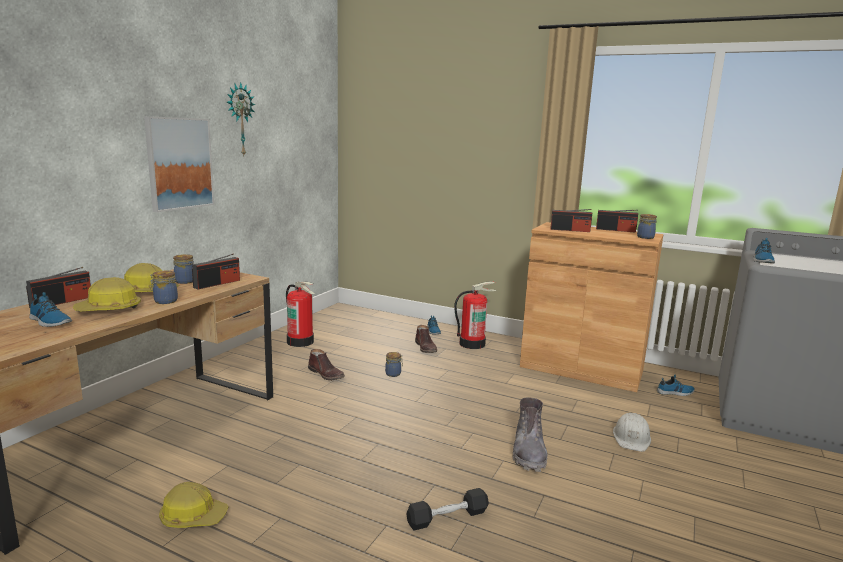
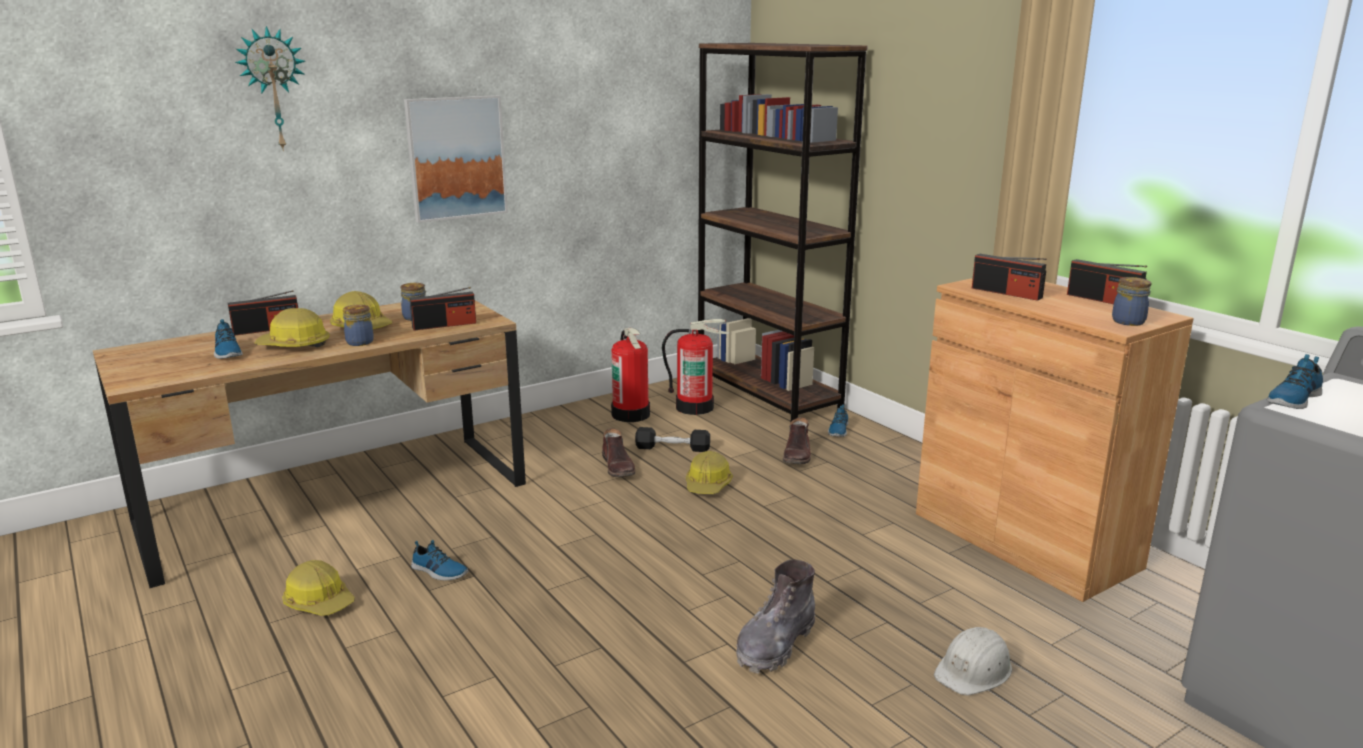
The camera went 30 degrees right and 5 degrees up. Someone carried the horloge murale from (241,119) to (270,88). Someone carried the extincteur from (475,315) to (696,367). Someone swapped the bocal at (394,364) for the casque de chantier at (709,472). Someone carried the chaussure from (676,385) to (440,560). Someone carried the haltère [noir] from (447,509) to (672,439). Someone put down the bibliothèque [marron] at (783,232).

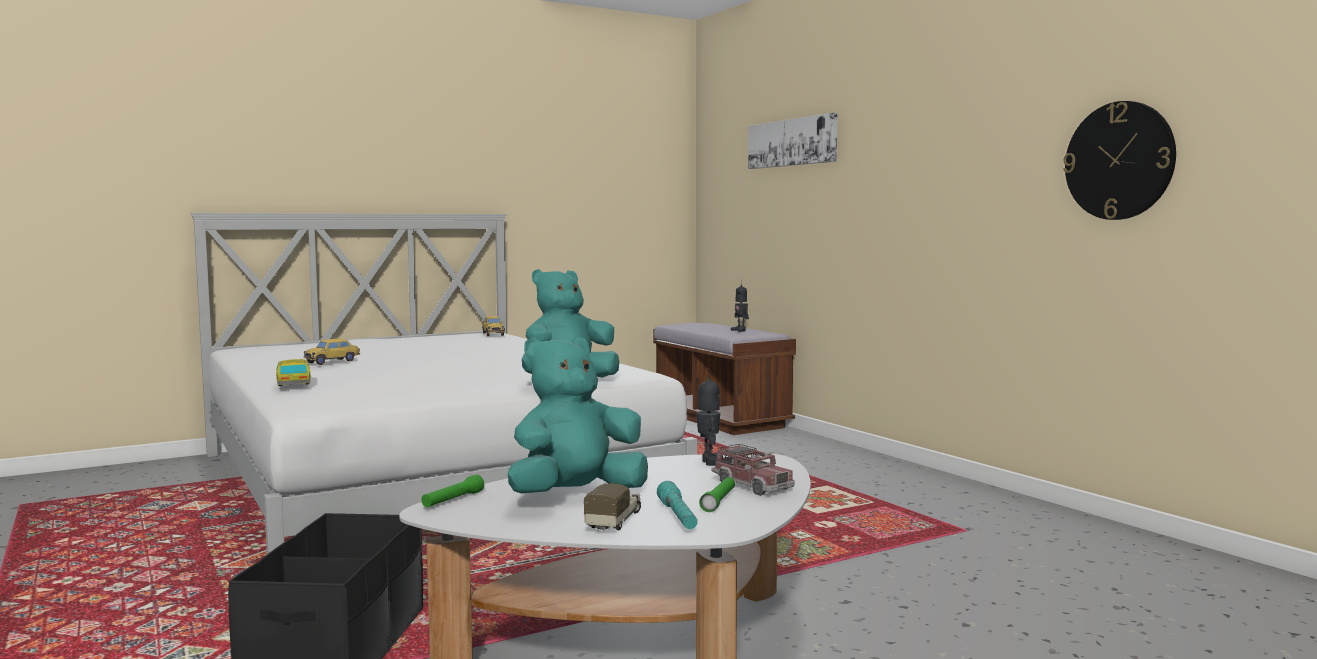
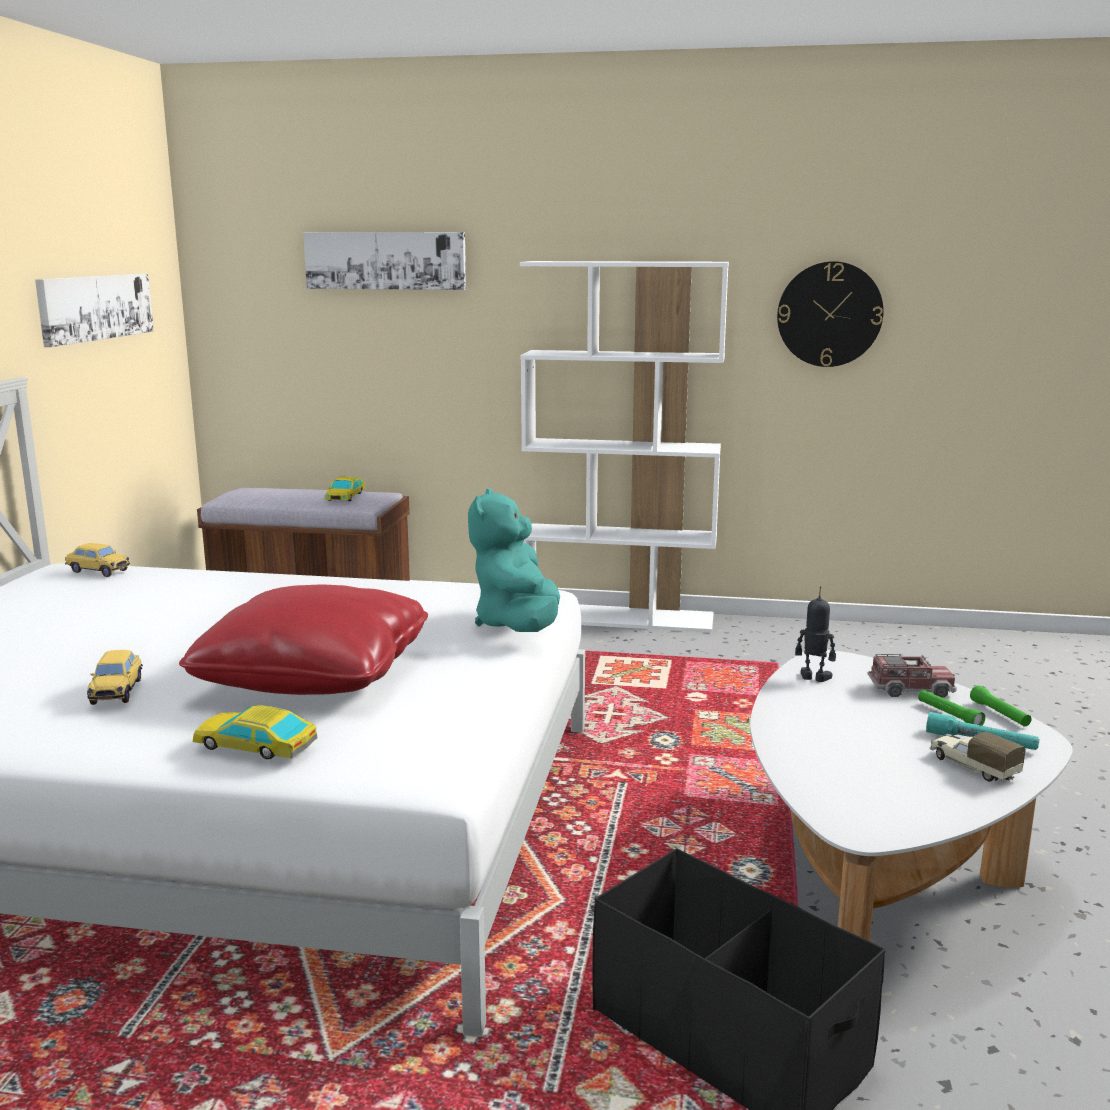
The camera went 50 degrees left and 10 degrees up. Someone swapped the robot jouet at (740,306) for the petite voiture at (345,488). Someone took away the peluche [turquoise] at (578,415). Someone carried the lampe de poche [vert] from (452,491) to (1001,706). Someone put down the bibliothèque [blanc] at (624,447). Someone put up the tableau at (94,310). Someone put down the coussin [rouge] at (303,640).

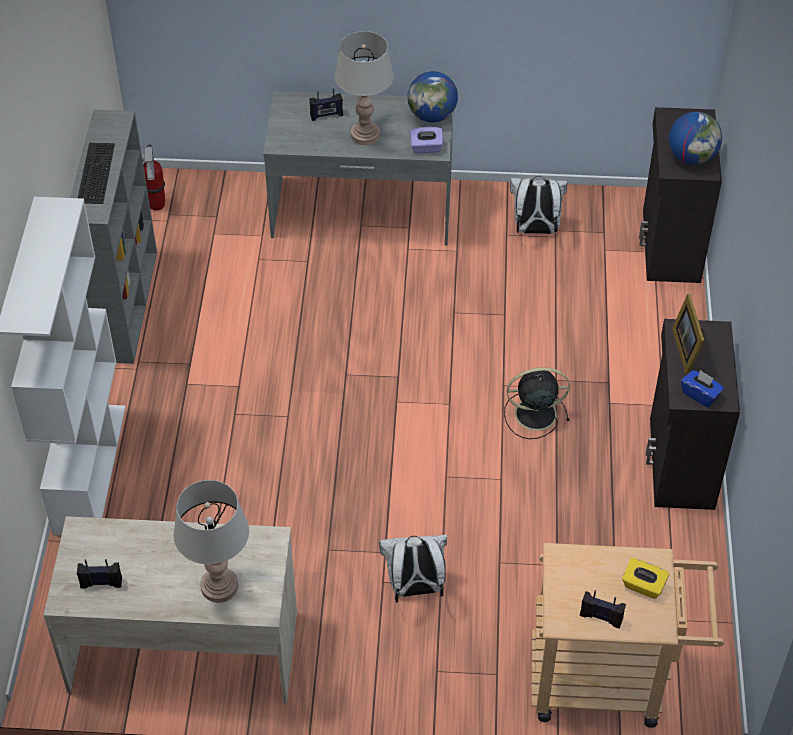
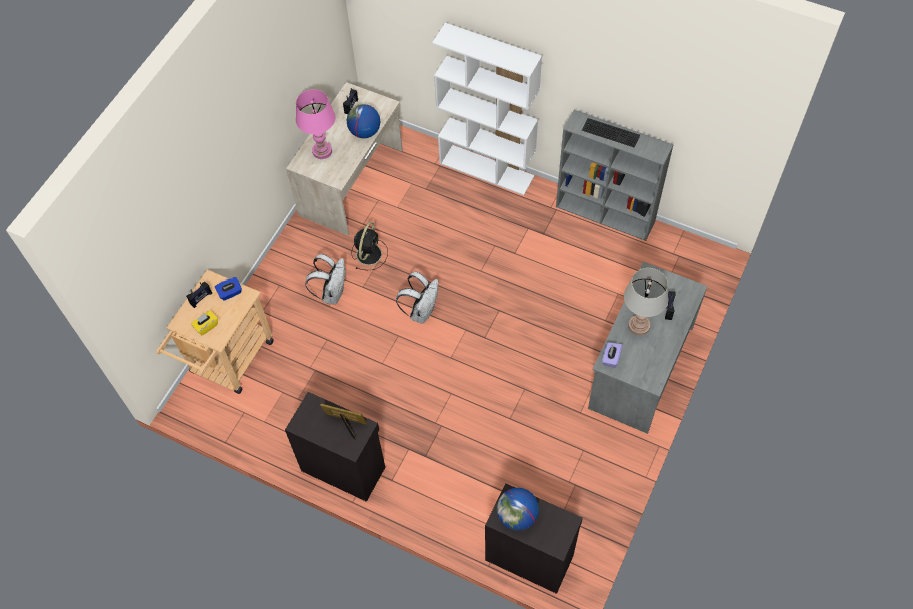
The camera went 115 degrees right and 10 degrees up. Someone carried the globe from (433,96) to (363,121). Someone took away the extincteur at (153,177). Someone carried the sac à dos [blanc] from (539,205) to (417,298). Someone carried the ventilateur [noir] from (537,403) to (369,246). Someone carried the boîte à mouchoirs [bleu] from (702,388) to (228,289). Someone repainted the lampe de table [gris] at (211,541), which became the lampe de table [rose] at (315,124).

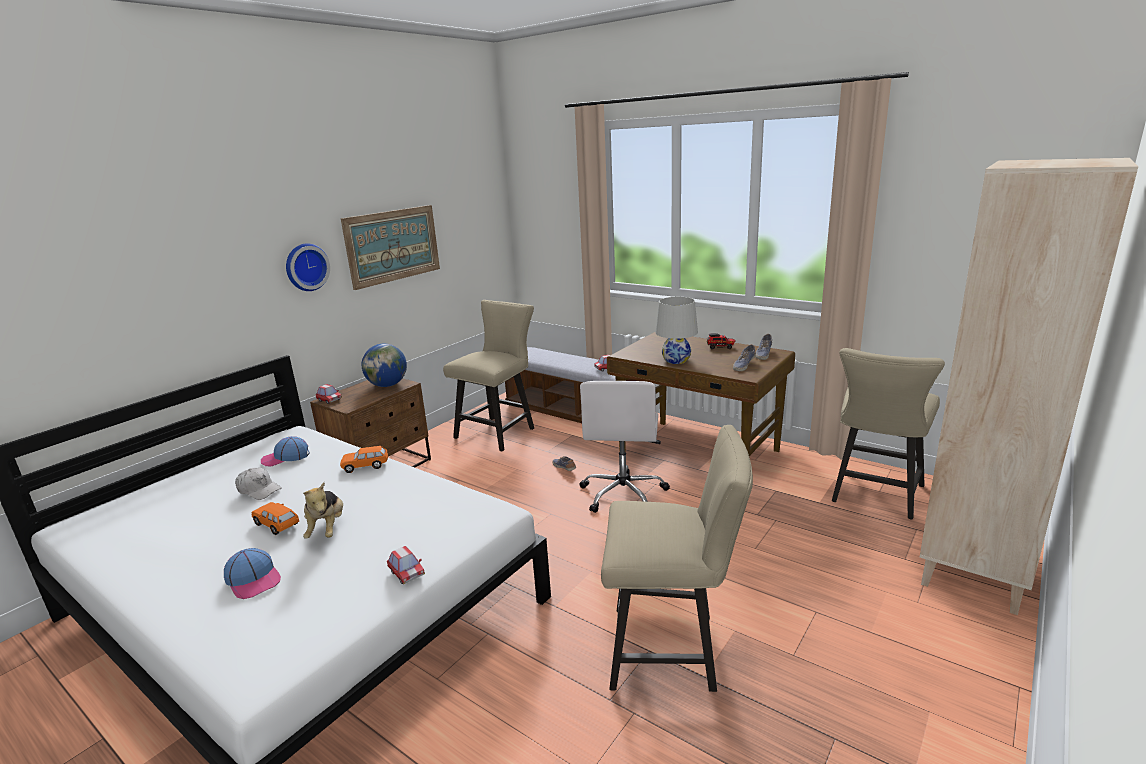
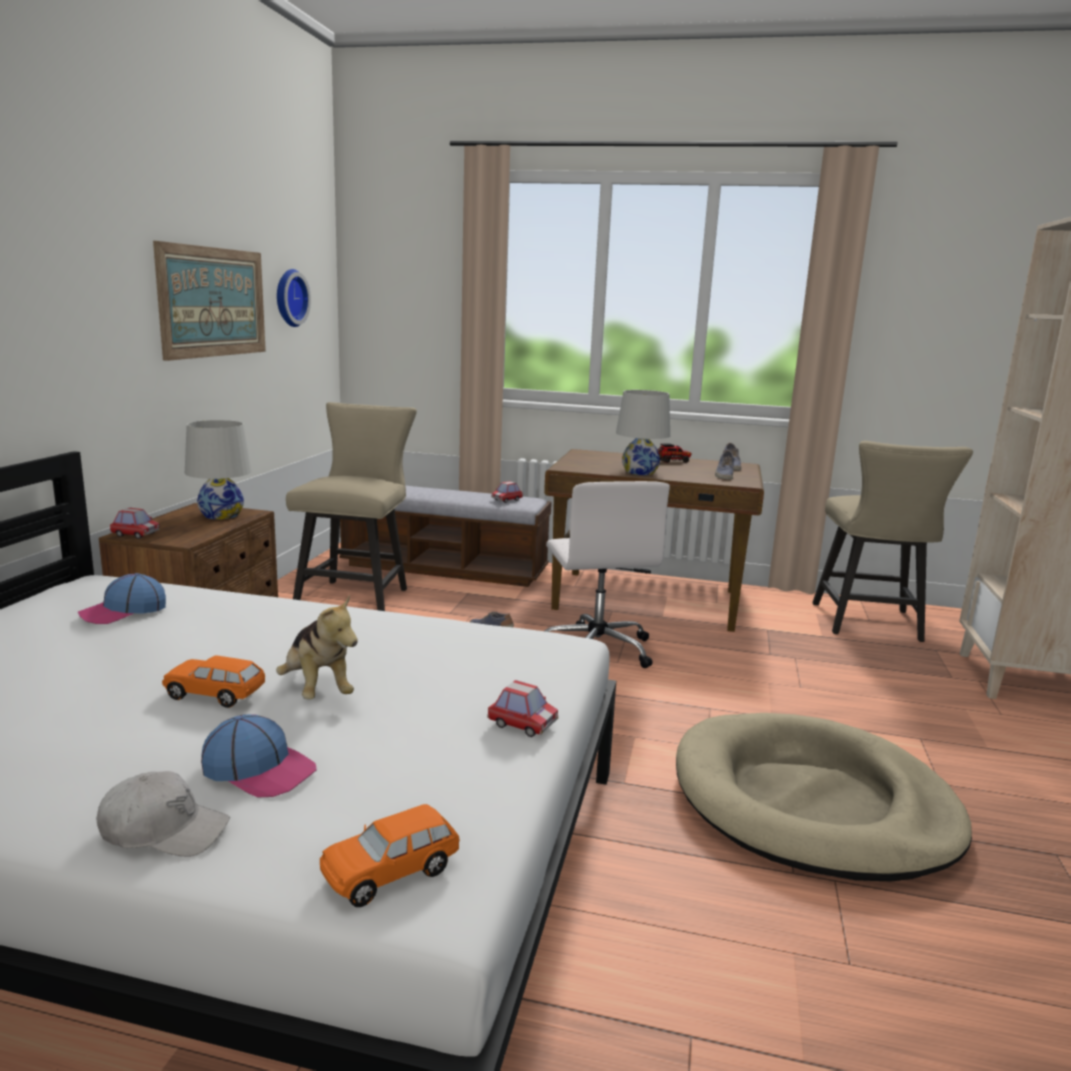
The camera went 25 degrees left and 5 degrees down. Someone carried the horloge murale from (308,267) to (294,298). Someone swapped the globe at (384,365) for the lampe de table [blanc] at (218,469). Someone swapped the chaise [beige] at (677,558) for the panier pour chien [beige] at (824,797). Someone carried the petite voiture [orange] from (364,459) to (390,855). Someone carried the casquette [blanc] from (258,483) to (163,814).

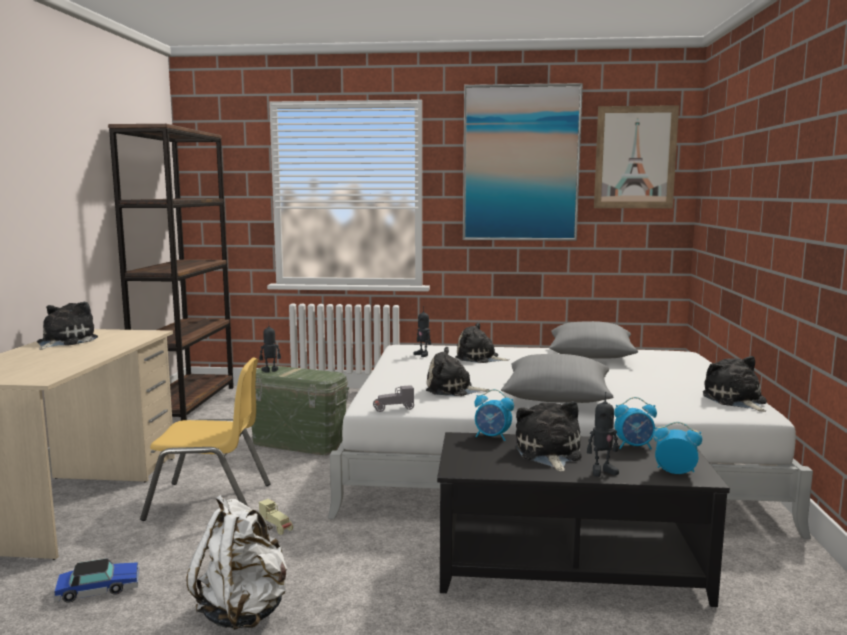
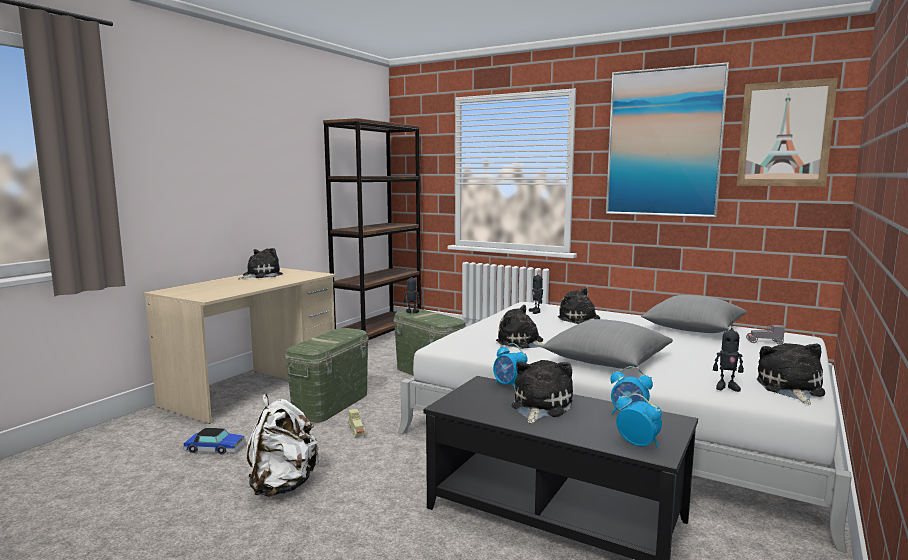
The camera went 25 degrees right and 0 degrees up. Someone swapped the chaise [jaune] at (205,439) for the boîte de rangement [vert] at (327,375). Someone carried the petite voiture [gris] from (393,398) to (765,334). Someone carried the robot jouet from (603,434) to (728,356).

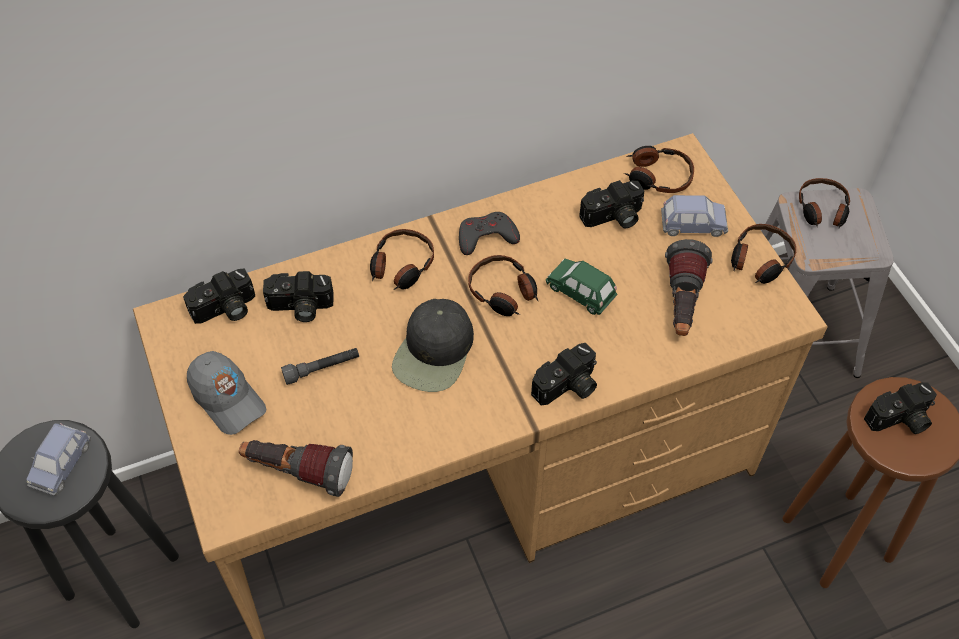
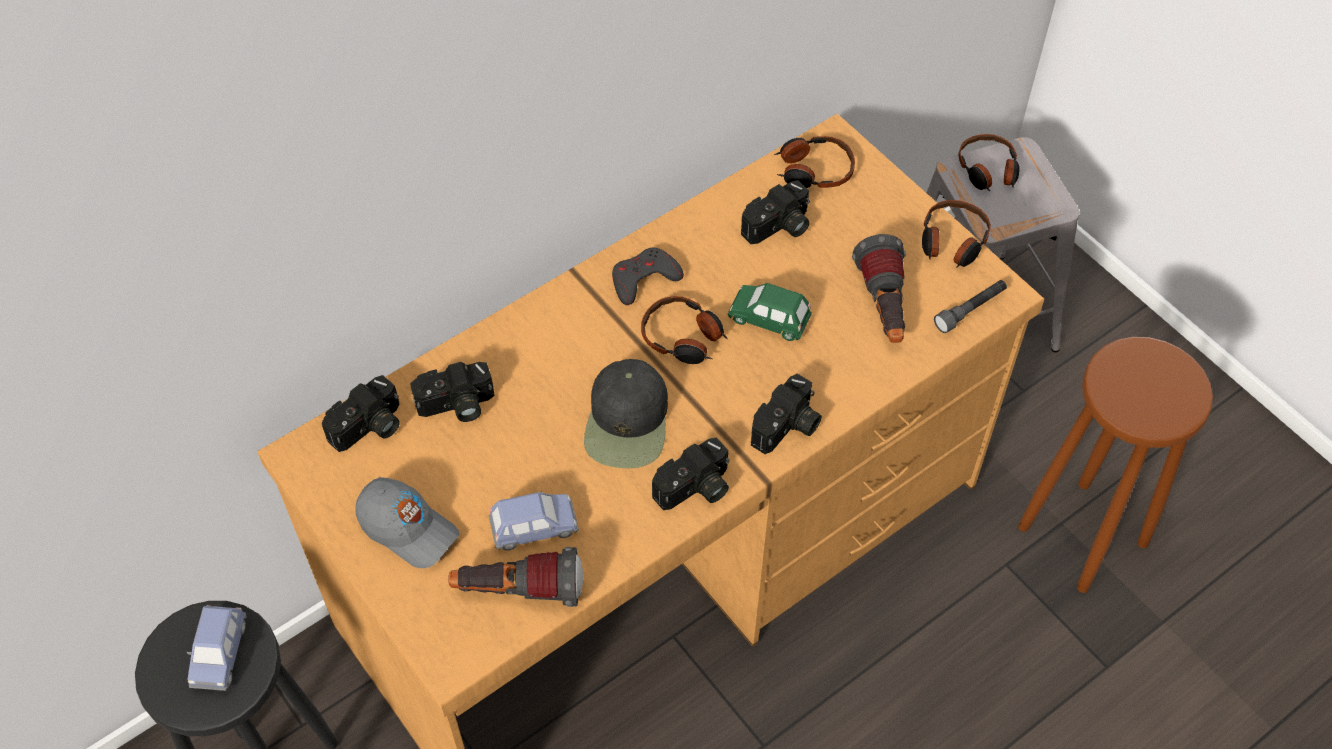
The camera went 15 degrees left and 0 degrees up. Someone carried the petite voiture [bleu] from (694,216) to (534,520). Someone took away the casque audio at (402,259). Someone carried the lampe de poche [gris] from (320,366) to (970,306). Someone carried the appareil photo from (900,408) to (691,473).

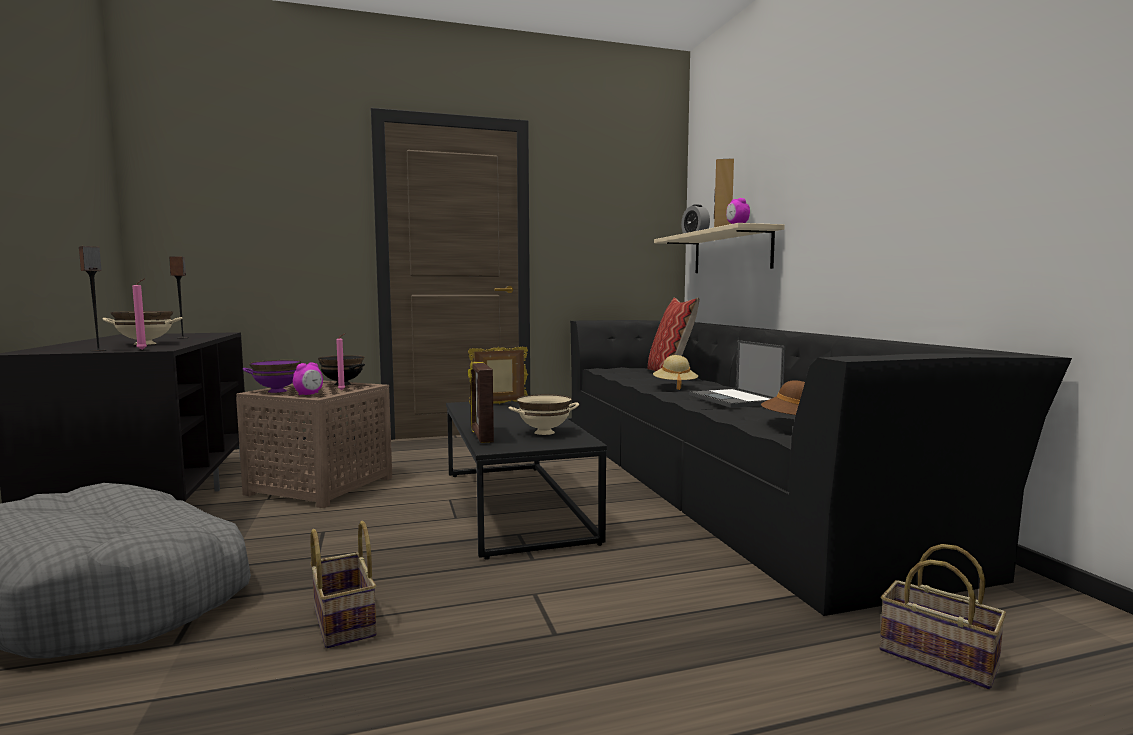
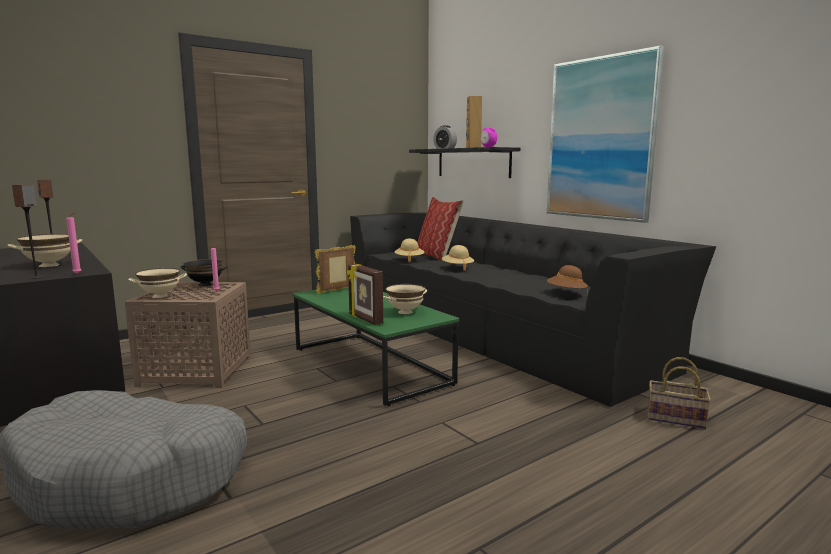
The camera went 20 degrees left and 5 degrees up. Someone repainted the étagère [beige] at (719,248), which became the étagère [noir] at (464,162). Someone took away the ordinateur portable at (737,374). Someone repainted the bol [violet] at (272,376), which became the bol [beige] at (157,283). Someone took away the réveil at (308,378). Someone repainted the table basse [noir] at (526,480), which became the table basse [vert] at (375,346). Someone took away the panier at (343,585). Someone put up the tableau at (605,134). Someone put down the chapeau [beige] at (409,250).

